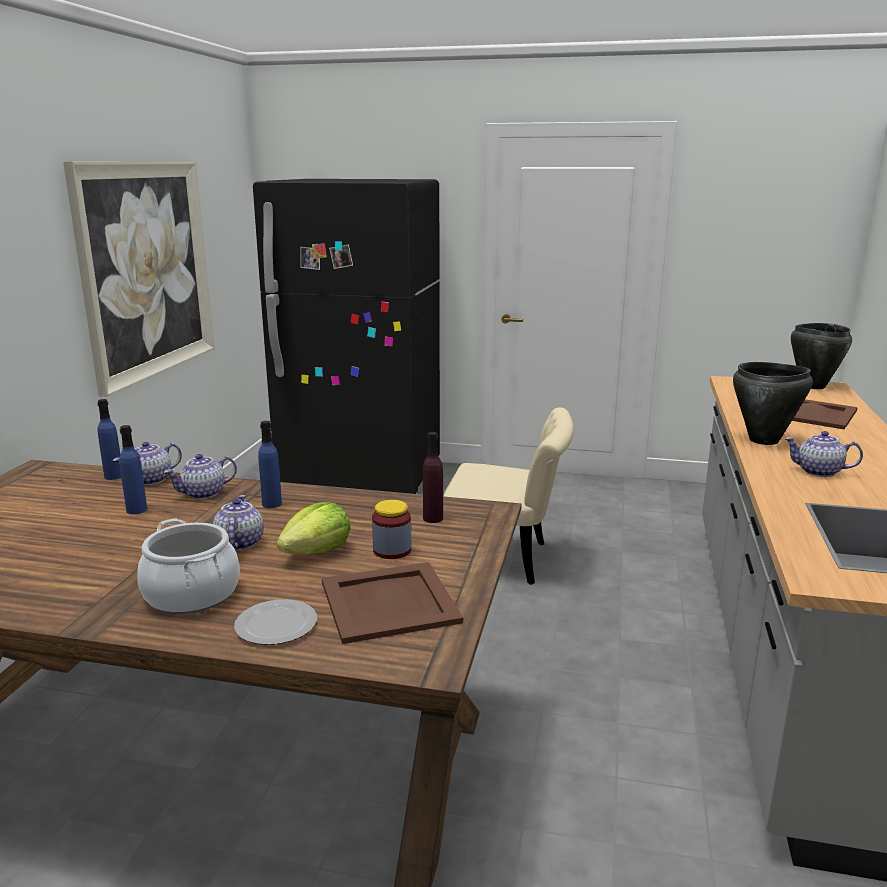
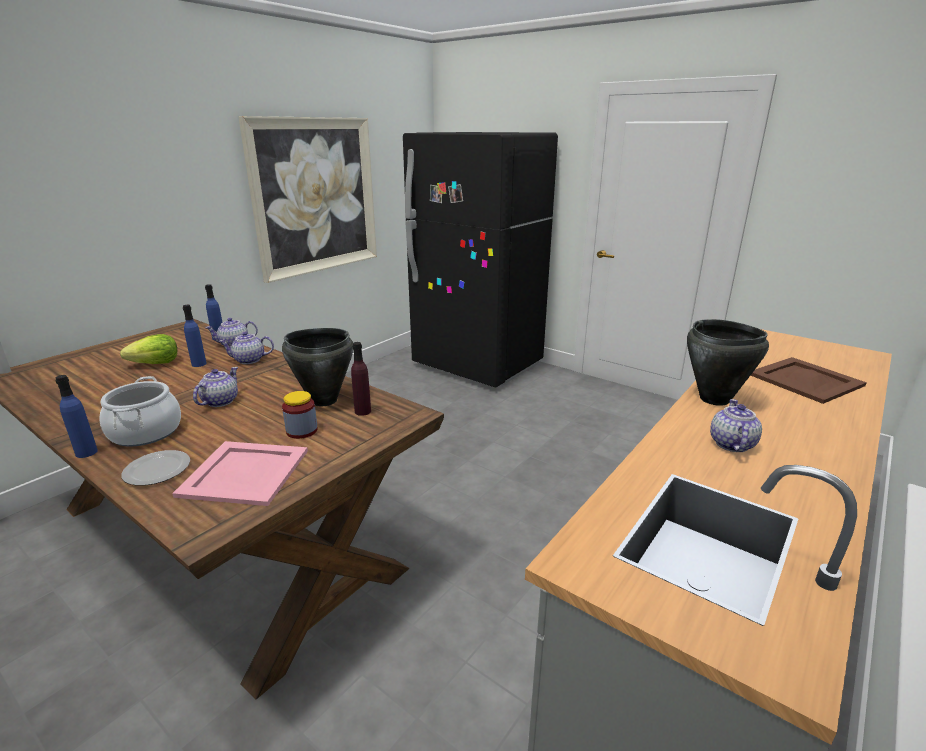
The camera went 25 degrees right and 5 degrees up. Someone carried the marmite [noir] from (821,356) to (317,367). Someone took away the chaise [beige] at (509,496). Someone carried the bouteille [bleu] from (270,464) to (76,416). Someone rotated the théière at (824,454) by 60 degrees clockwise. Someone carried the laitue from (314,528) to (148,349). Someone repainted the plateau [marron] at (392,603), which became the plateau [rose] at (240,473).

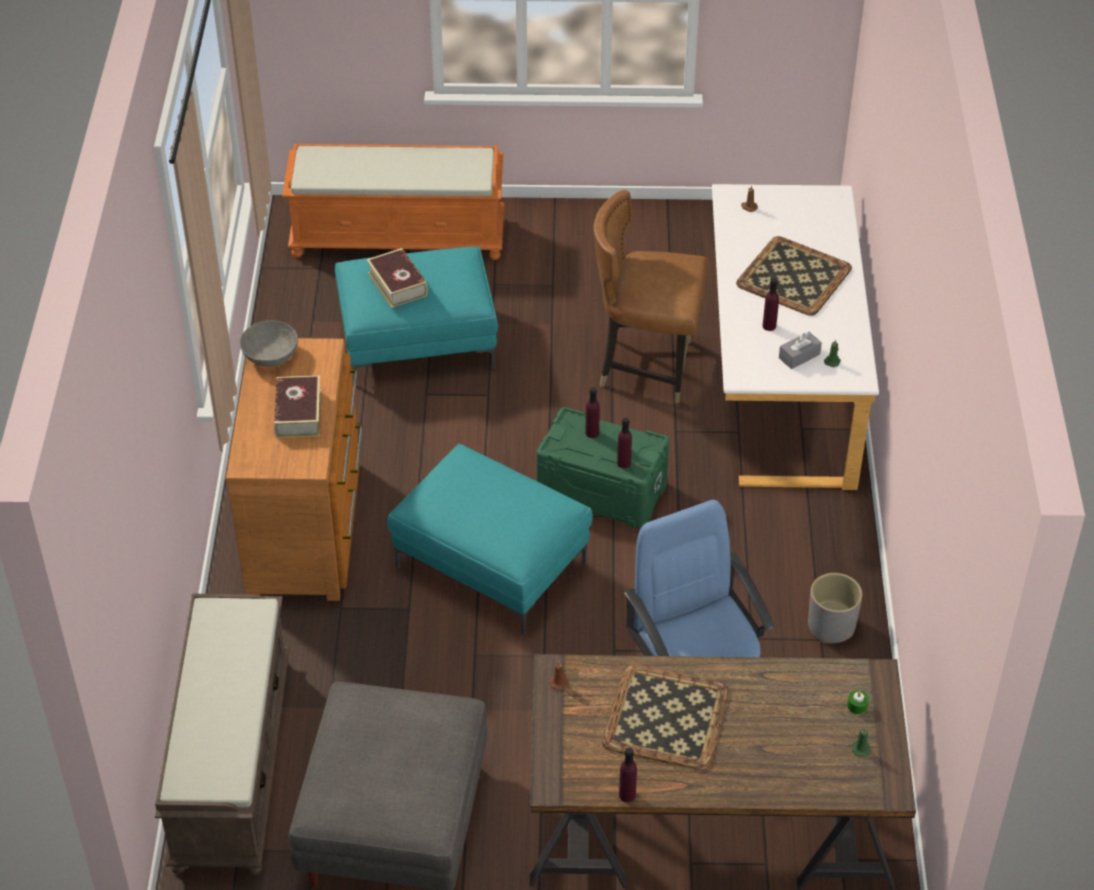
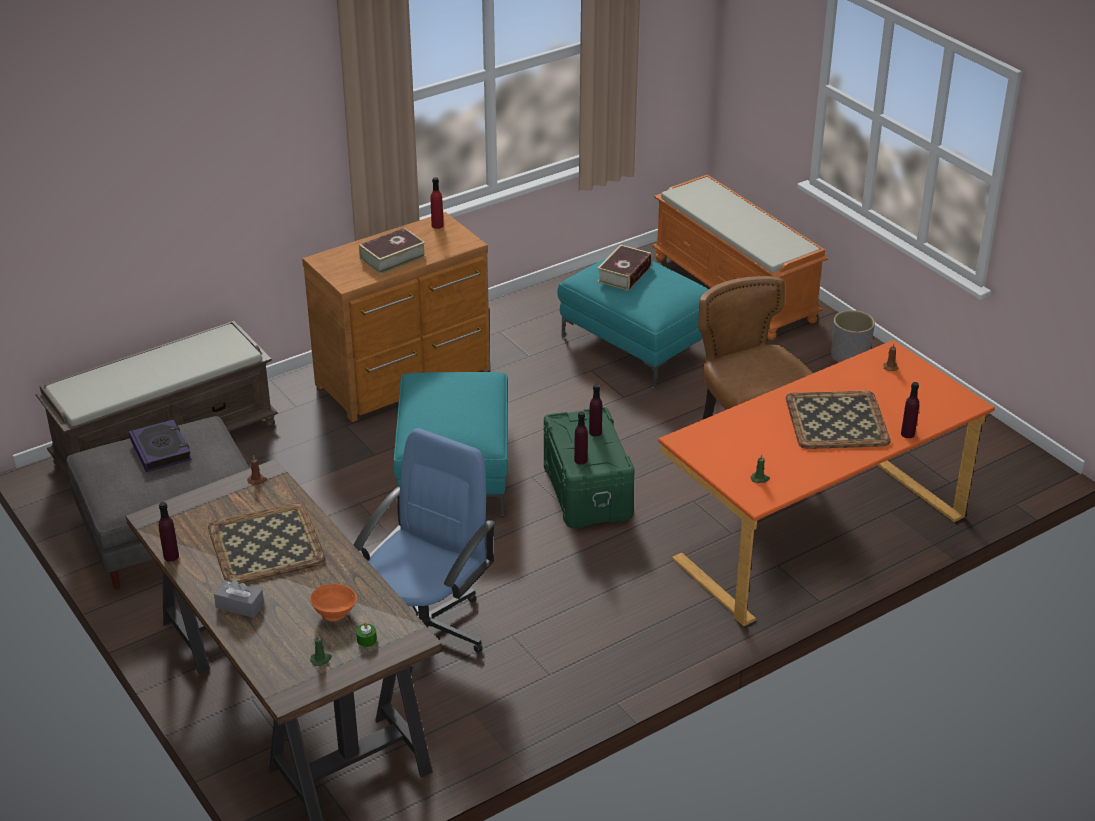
The camera went 55 degrees right and 10 degrees down. Someone repainted the bureau [blanc] at (795,337), which became the bureau [orange] at (826,483). Someone carried the bouteille [violet] from (771,304) to (910,410). Someone swapped the bol [gris] at (269,343) for the bouteille [rouge] at (437,203). Someone carried the boîte à mouchoirs [gris] from (800,350) to (239,598). Someone carried the cache-pot [gris] from (835,608) to (853,336). Someone put down the livre at (160,446). Someone put down the bol [orange] at (333,602).

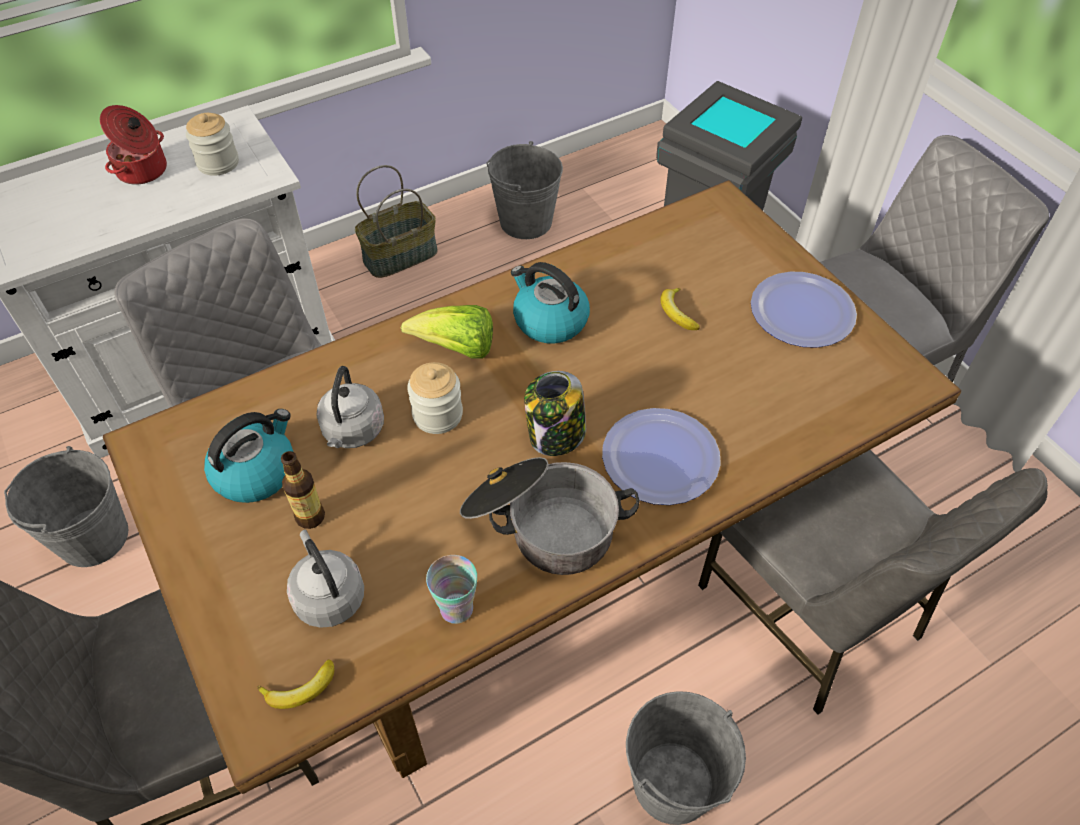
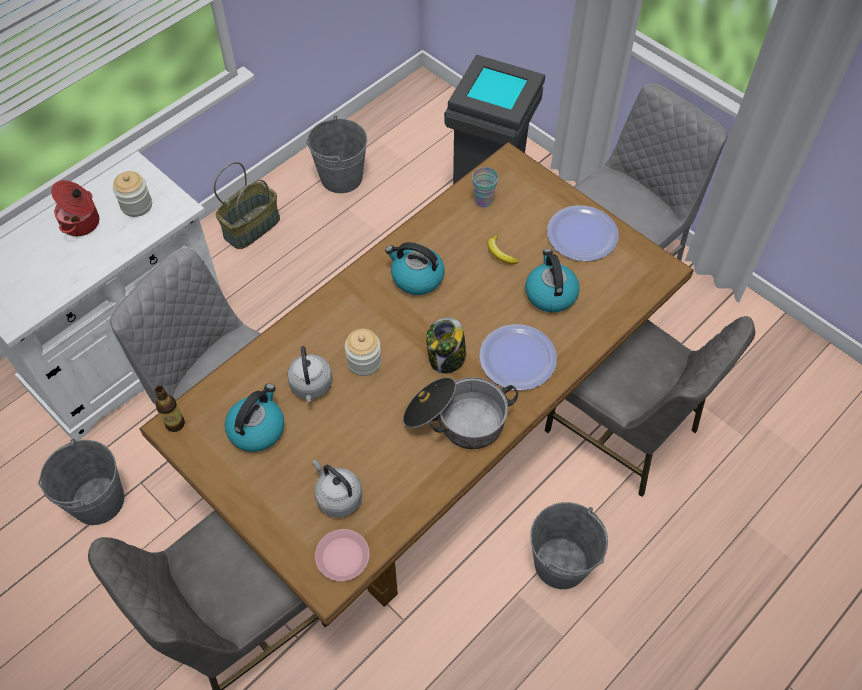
The camera went 15 degrees left and 5 degrees up. Someone took away the laitue at (447,332). Someone carried the bouteille from (303,490) to (169,409). Someone carried the tasse from (451,589) to (485,187). Someone swapped the banane at (295,684) for the assiette [rose] at (342,555). Someone put down the bouilloire at (552,280).

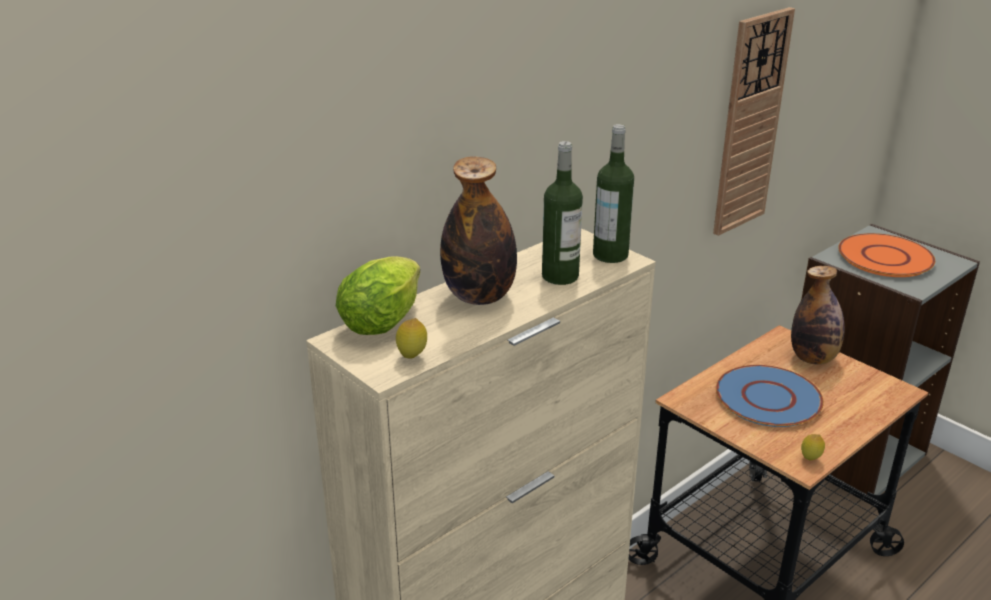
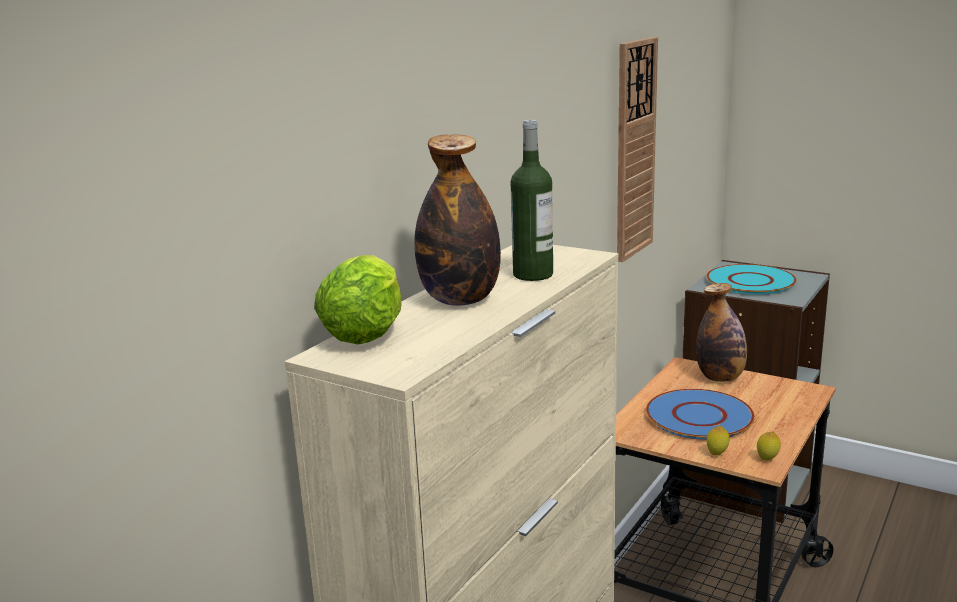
The camera went 15 degrees left and 10 degrees down. Someone took away the bouteille at (613,193). Someone repainted the assiette [orange] at (886,255), which became the assiette [turquoise] at (751,279). Someone carried the citron from (411,338) to (718,440).

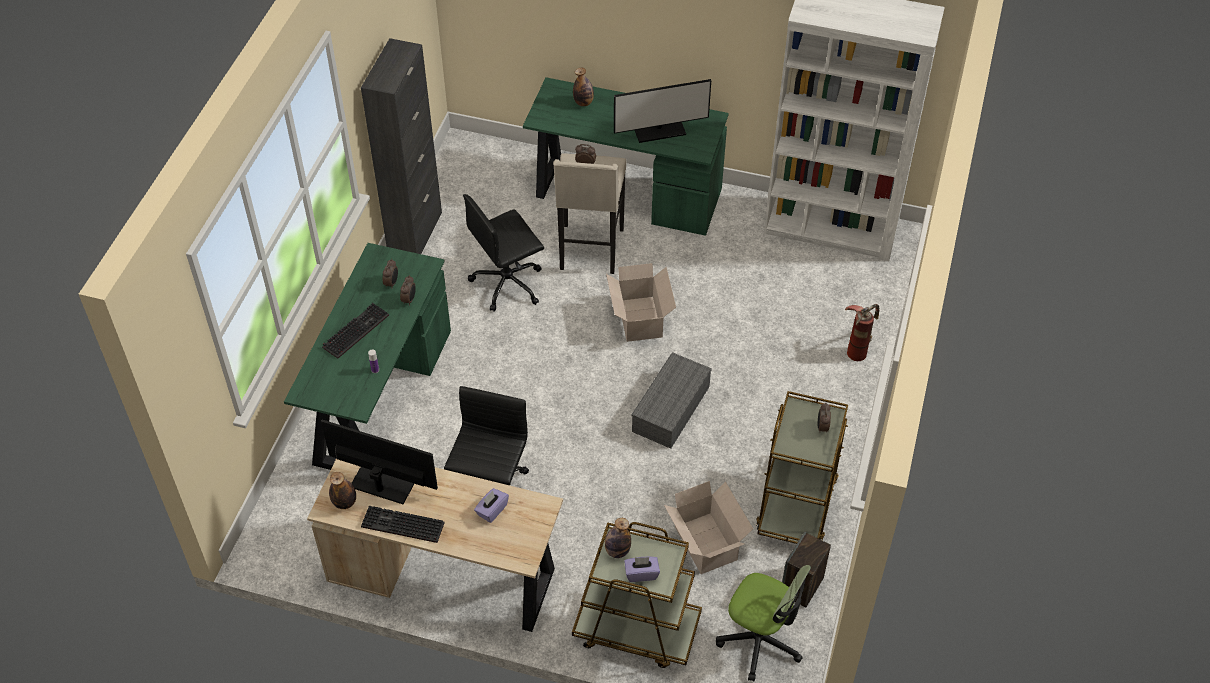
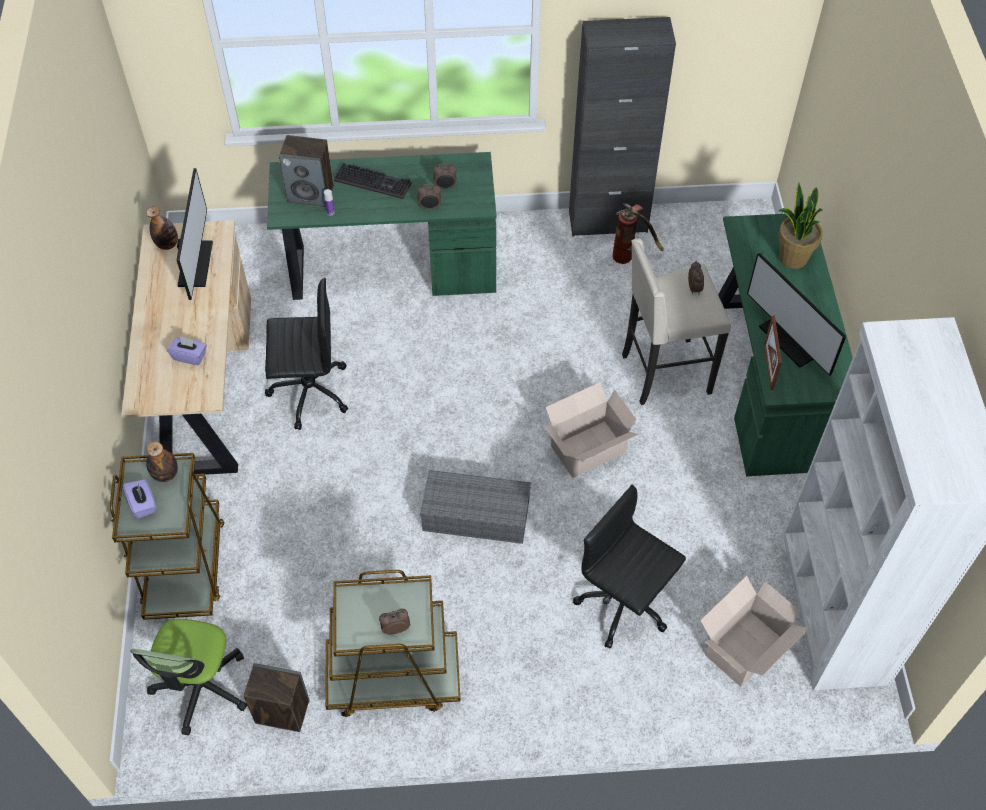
The camera went 70 degrees right and 5 degrees up. Someone swapped the bouteille at (583,87) for the plante en pot at (800,225). Someone carried the chaise de bureau [noir] from (503,253) to (629,566). Someone carried the extincteur from (862,332) to (637,233). Someone carried the carton from (708,527) to (754,631). Someone took away the clavier at (402,524). Someone put down the enceinte at (306,171). Someone put down the cadre photo at (773,353).

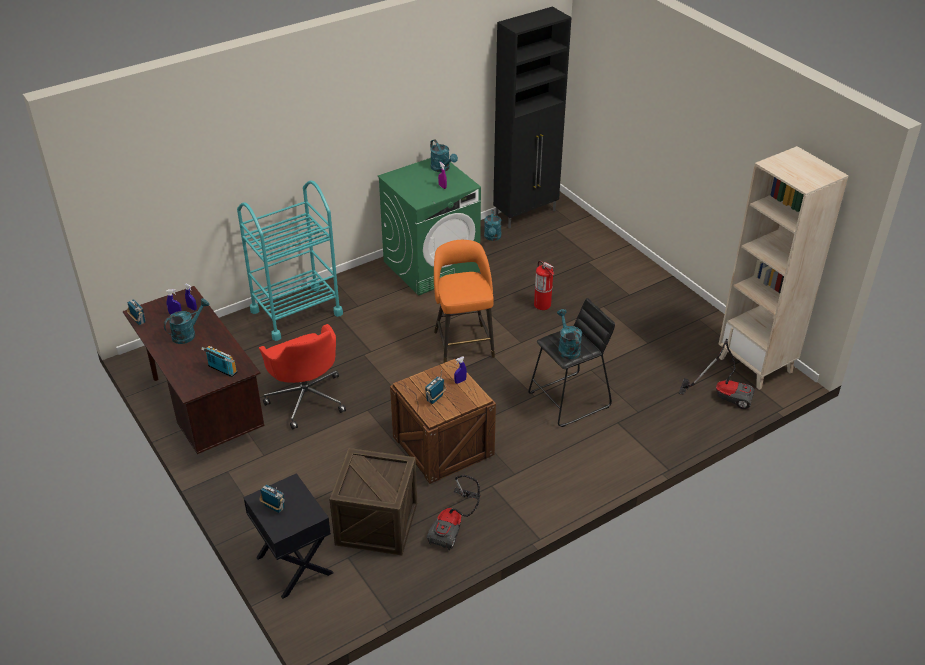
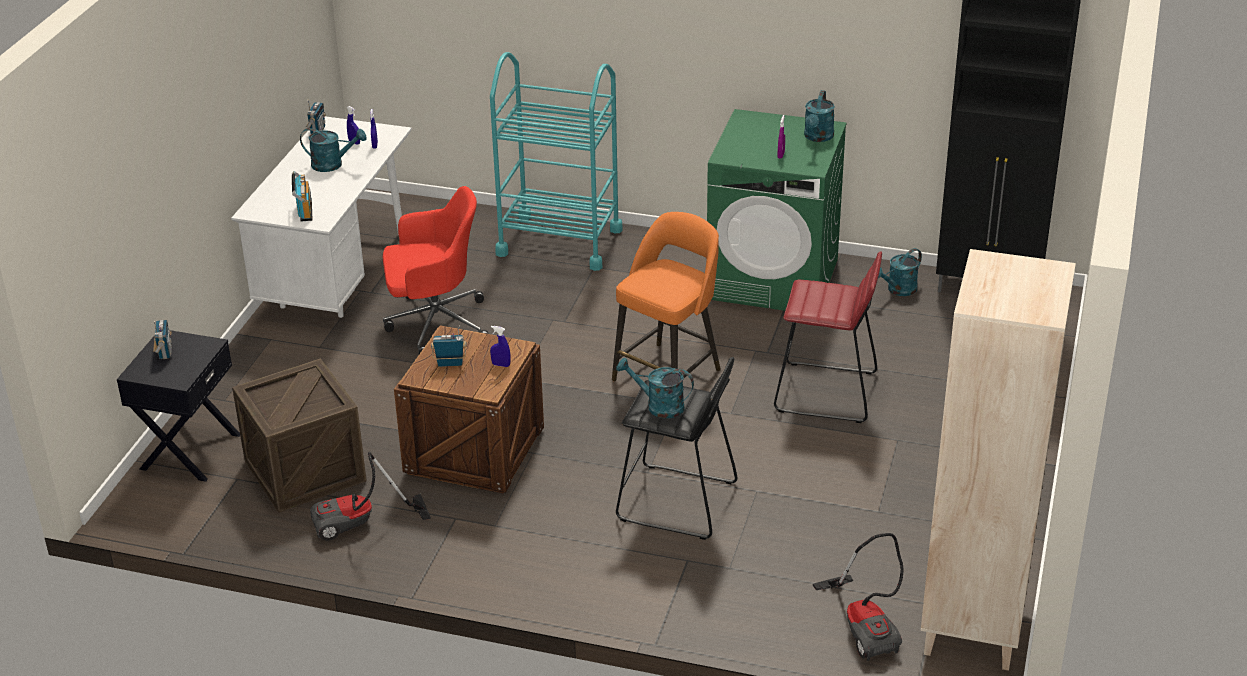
The camera went 50 degrees right and 5 degrees down. Someone swapped the extincteur at (544,285) for the tabouret [rouge] at (828,337). Someone repainted the bureau [marron] at (193,370), which became the bureau [blanc] at (321,217). Someone rotated the arrosoir [turquoise] at (569,334) by 105 degrees counterclockwise. Someone rotated the chaise de bureau [rouge] at (302,377) by 120 degrees counterclockwise.

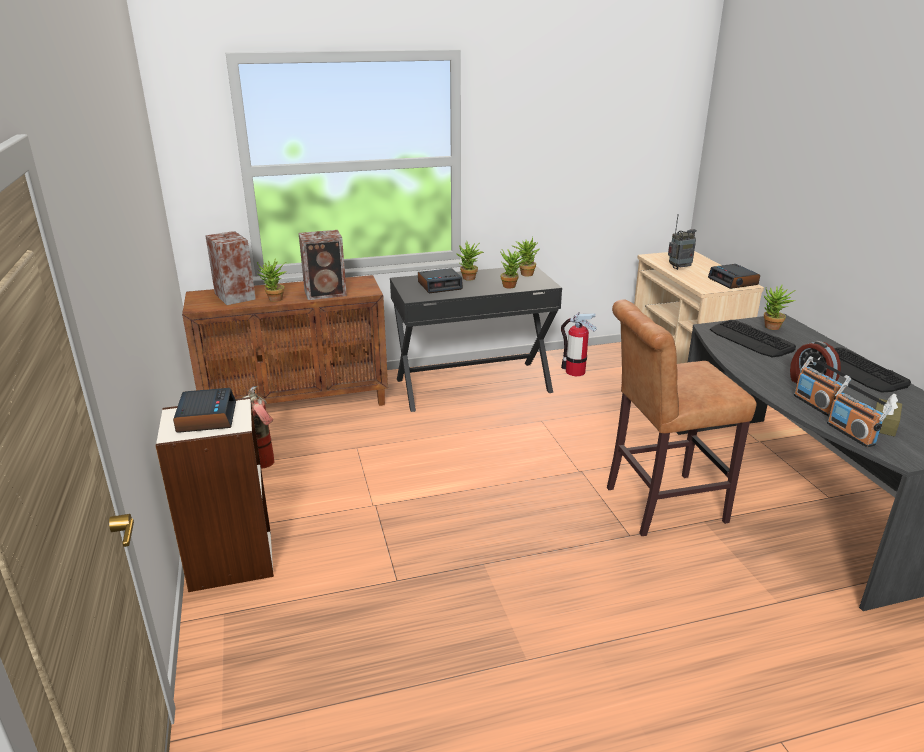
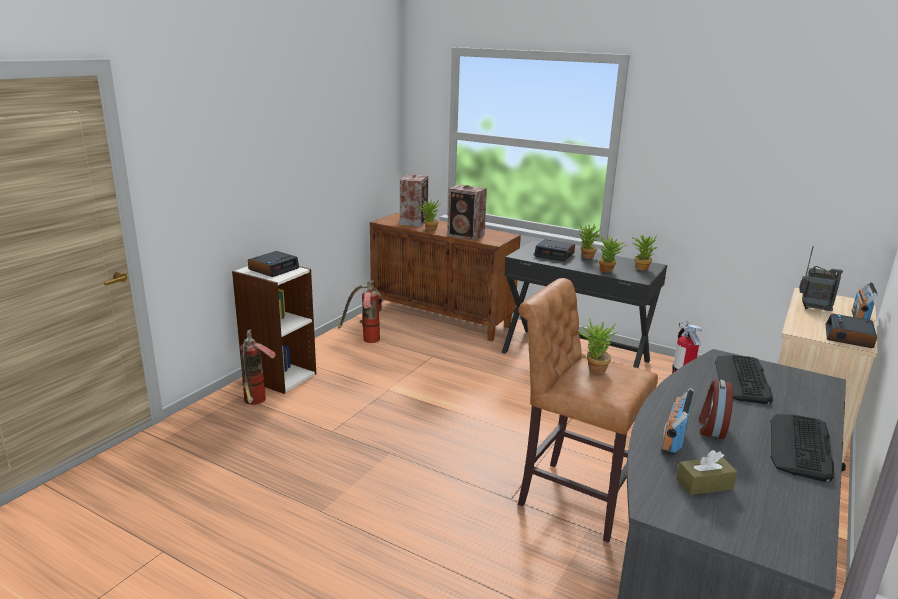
The camera went 45 degrees right and 5 degrees down. Someone carried the plante en pot from (780,307) to (598,346). Someone carried the radio from (859,415) to (865,301). Someone put down the extincteur at (258,367).

